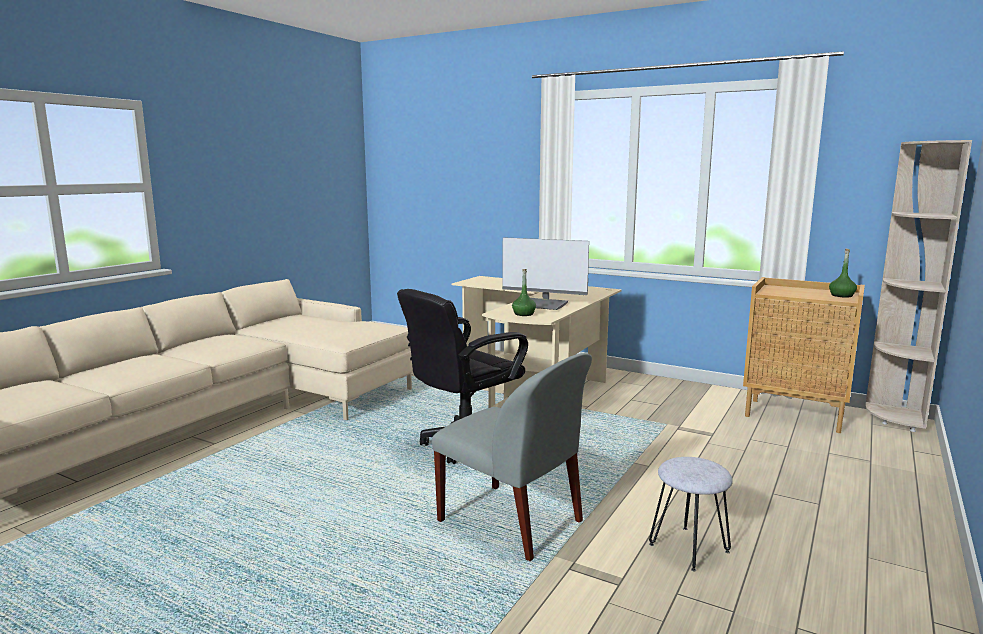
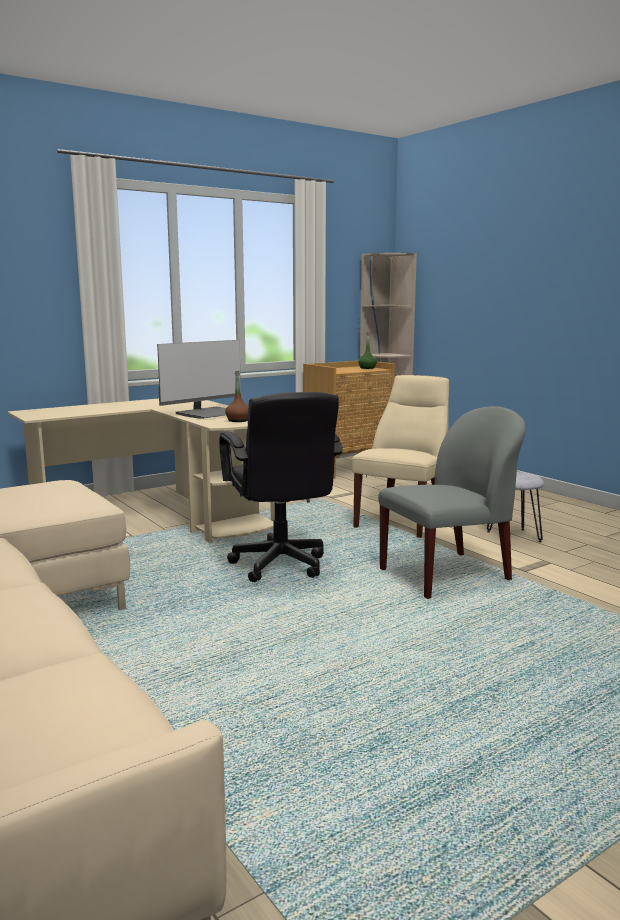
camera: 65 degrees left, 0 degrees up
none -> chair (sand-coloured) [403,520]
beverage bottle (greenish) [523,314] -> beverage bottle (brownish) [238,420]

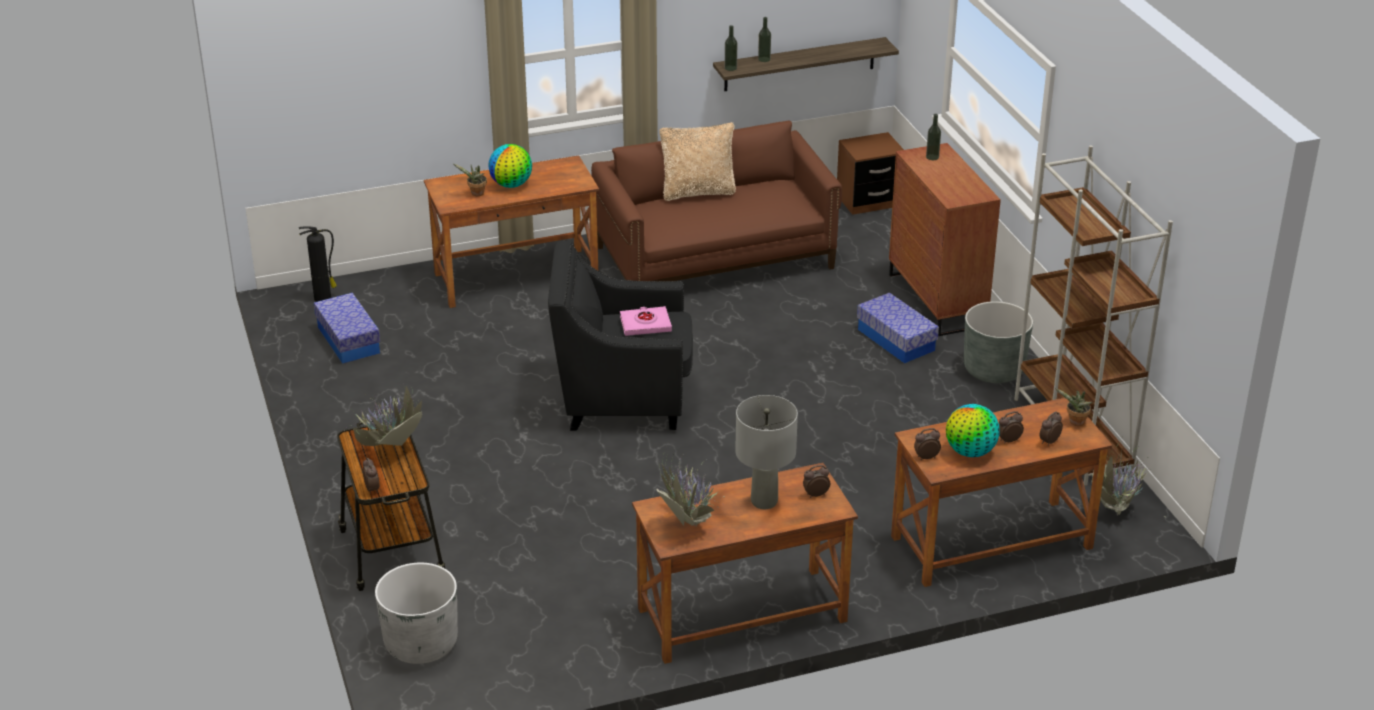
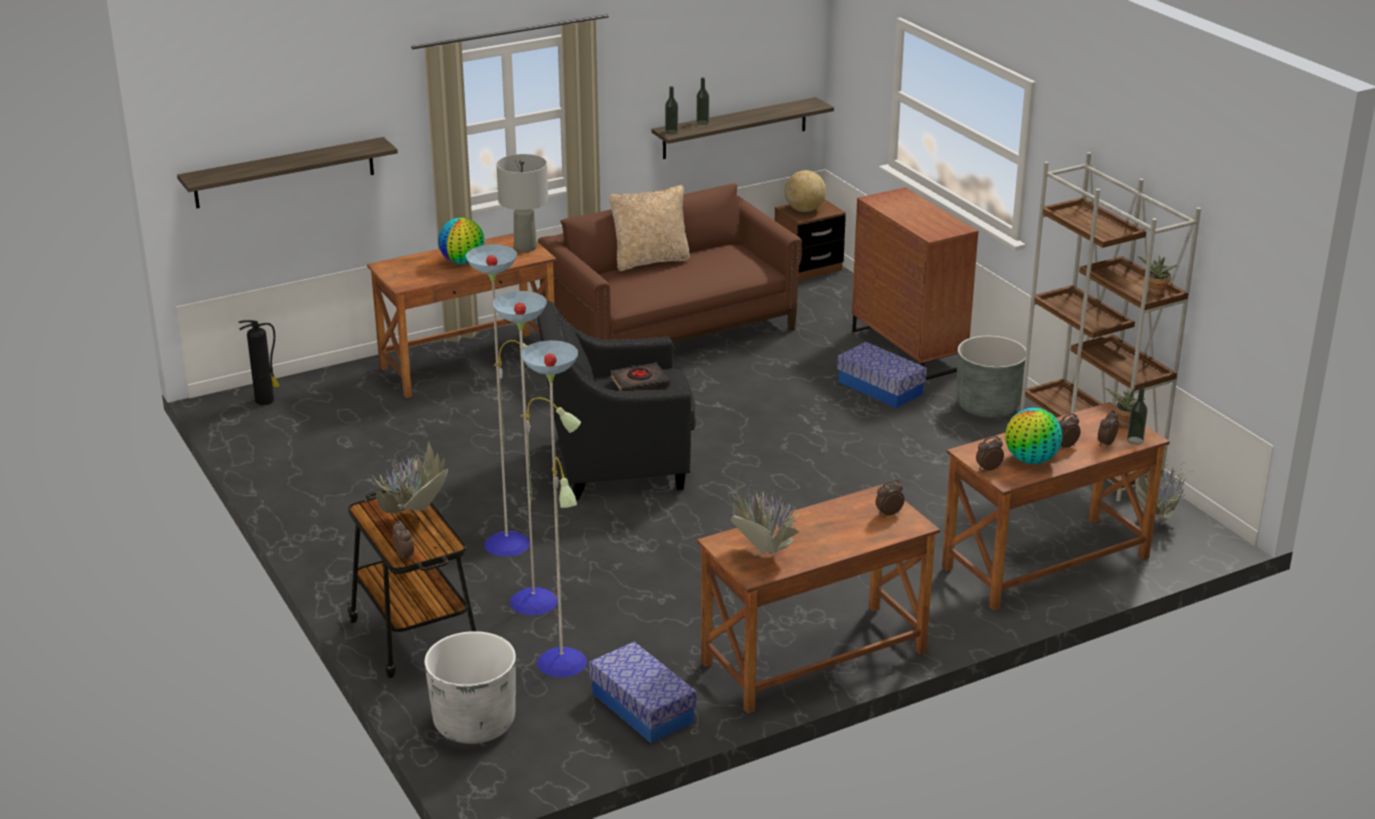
camera: 10 degrees left, 5 degrees down
none -> bracket shelf [284,173]
none -> floor lamp [537,601]
none -> desk globe [804,210]
storage box [348,340] -> storage box [642,707], relocated
plant in a pot [476,194] -> plant in a pot [1155,293], relocated
table lamp (greyish) [764,501] -> table lamp (greyish) [525,247], relocated
beverage bottle [932,157] -> beverage bottle [1135,440], relocated
bound book (pink-coloured) [645,325] -> bound book (black) [639,382]

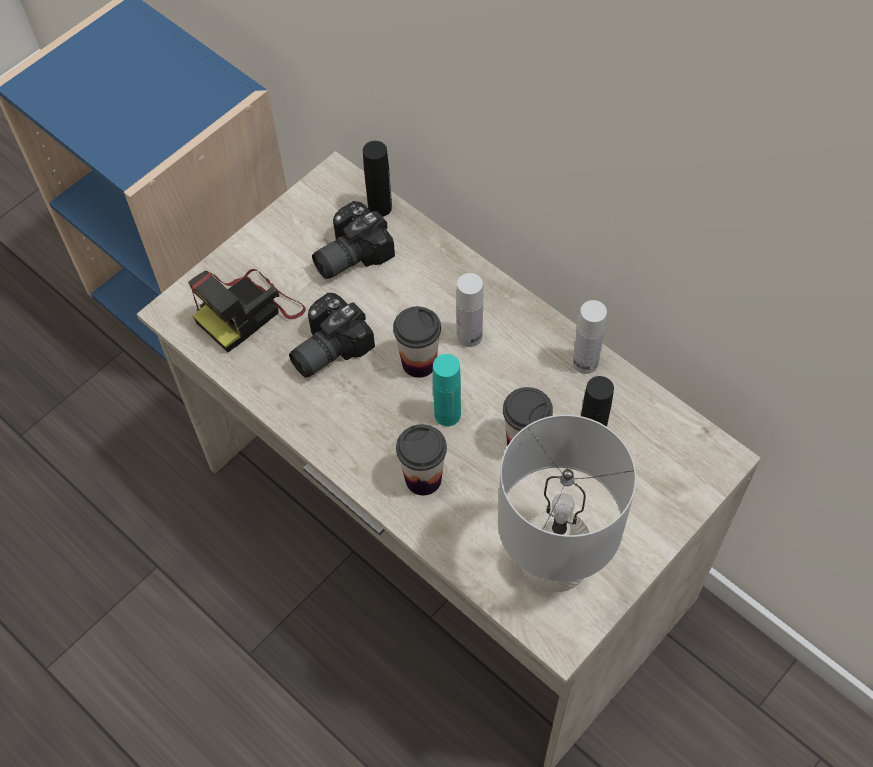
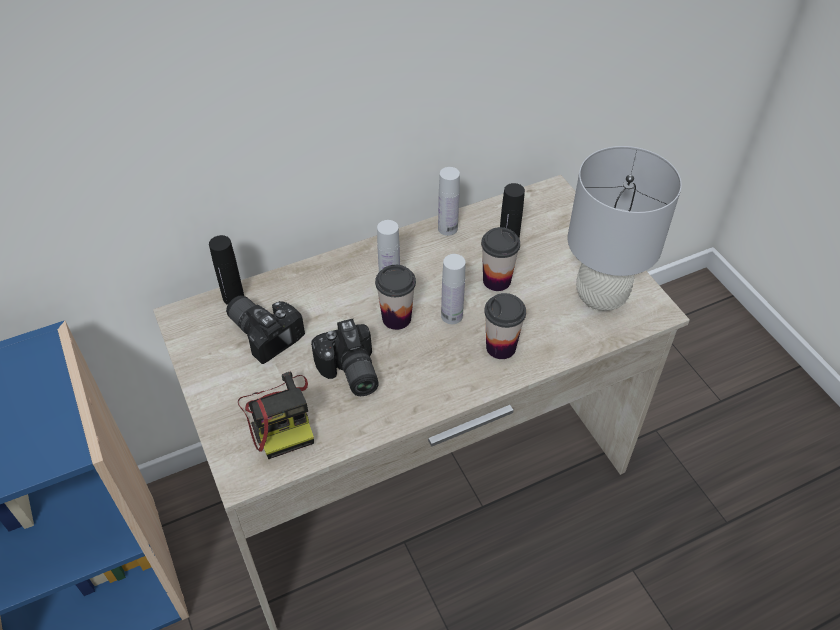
camera: 70 degrees left, 10 degrees down
beverage bottle (turquoise) [447,414] -> beverage bottle (white-coloured) [452,316]
still camera [348,254] -> still camera [265,331], 150 degrees clockwise

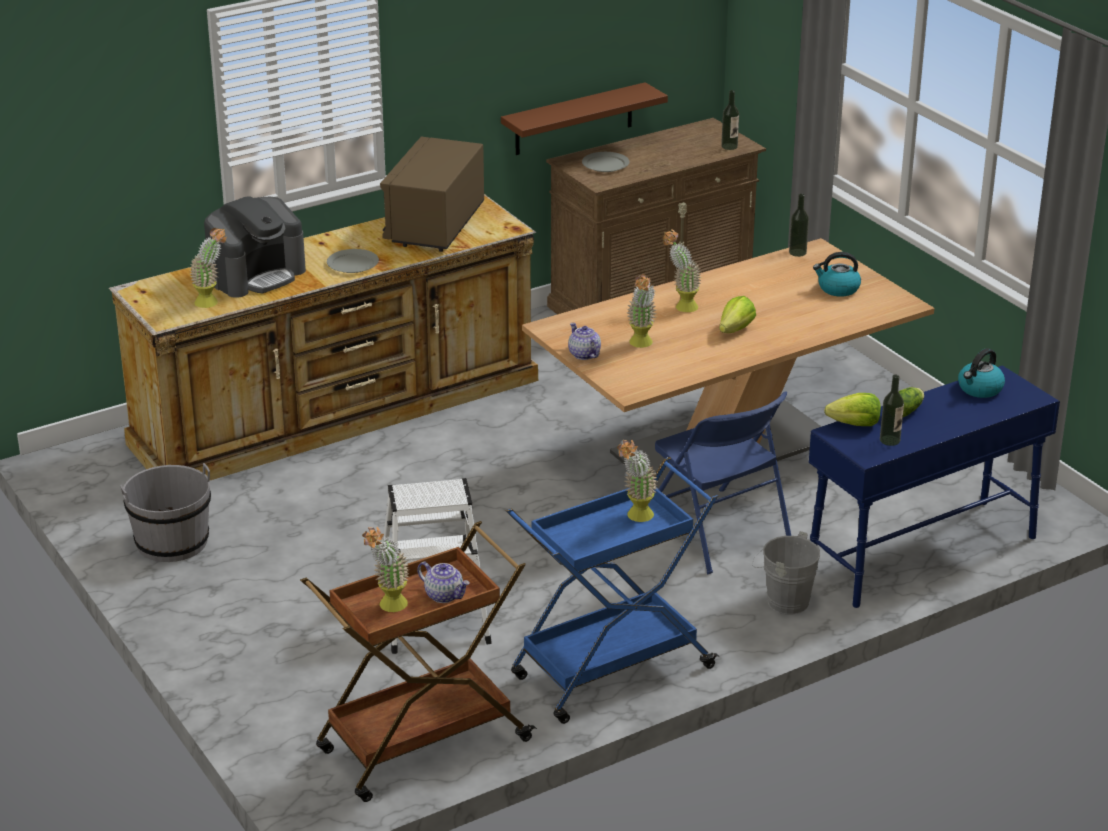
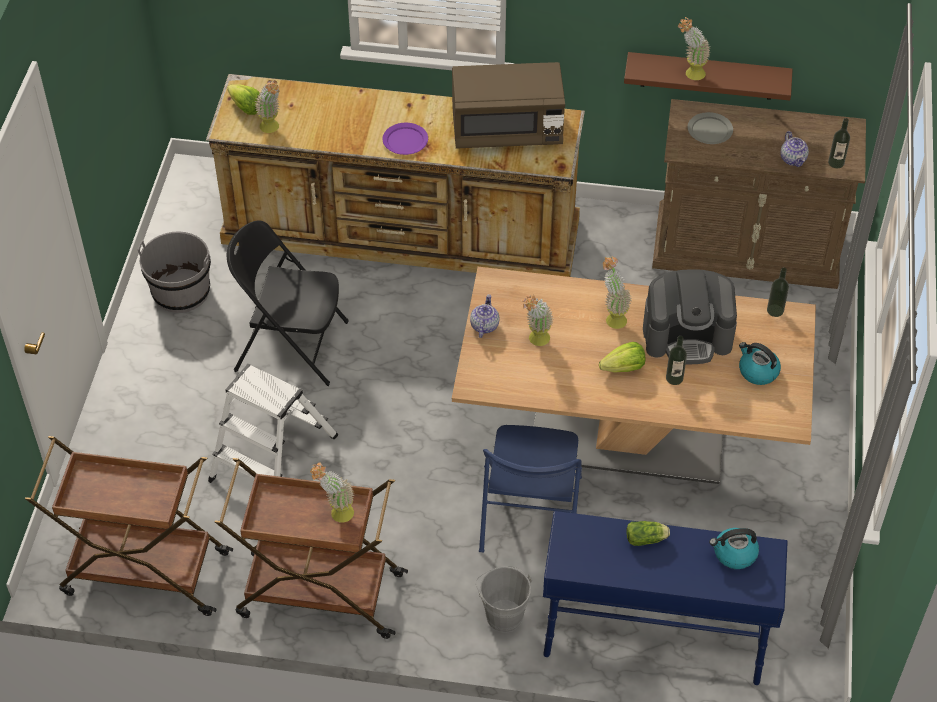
camera: 40 degrees right, 20 degrees up
none -> chair (black) [292,345]
coffee machine [256,275] -> coffee machine [687,335], relocated
plant in a pot [388,607] -> plant in a pot [690,74], relocated
teapot [444,595] -> teapot [793,159], relocated
lettuce [855,424] -> lettuce [246,108], relocated
beverage bottle [889,440] -> beverage bottle [674,378], relocated
plate (greyish) [352,264] -> plate (purple) [405,140]
wheeled cart (blue-coloured) [611,672] -> wheeled cart (brownish) [320,595]
microwave (brownish) [435,225] -> microwave (brownish) [507,130], 150 degrees counterclockwise

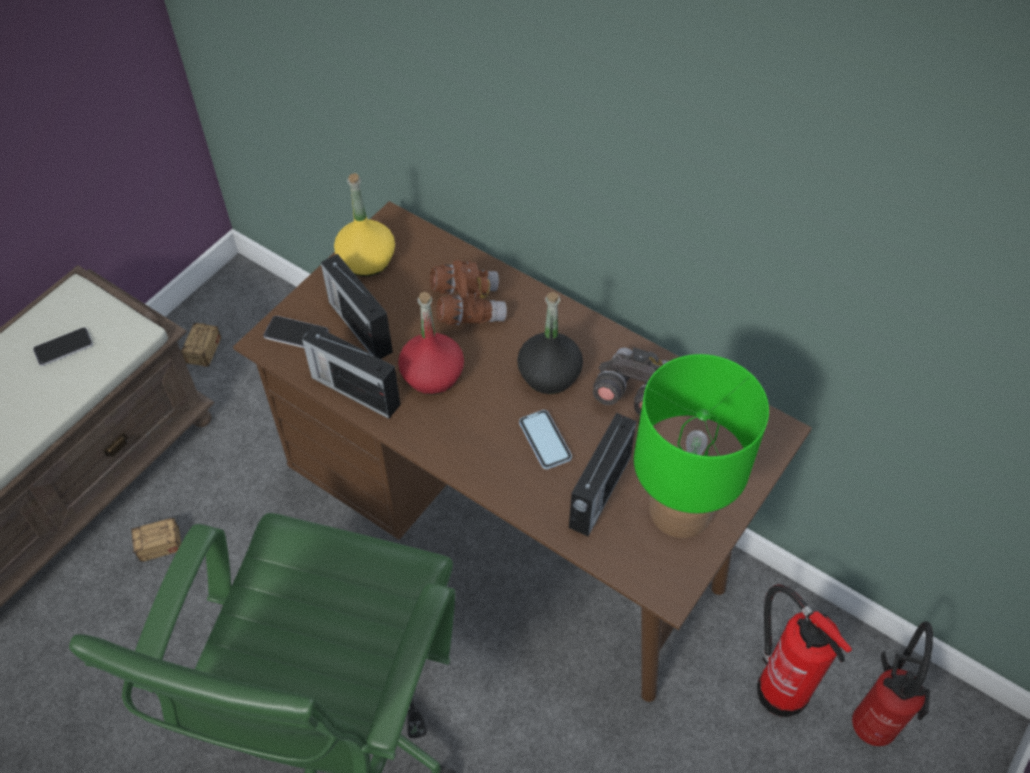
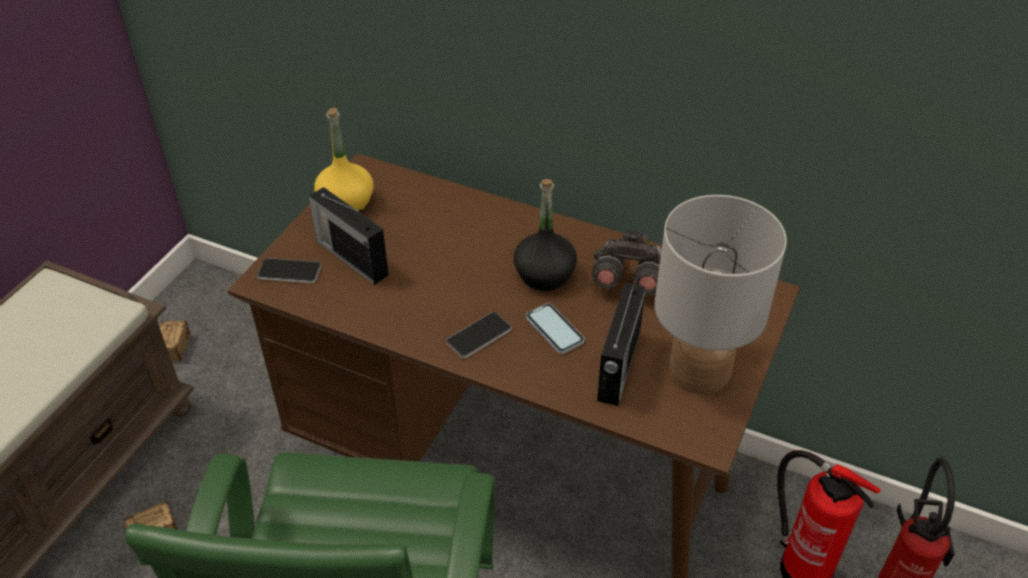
camera: 10 degrees left, 10 degrees down
radio set [354,390] -> none
beverage bottle (red) [433,375] -> none
binoculars (brownish) [467,306] -> none
telephone [63,347] -> telephone [479,336], relocated
table lamp (greenish) [679,511] -> table lamp (greyish) [698,371]

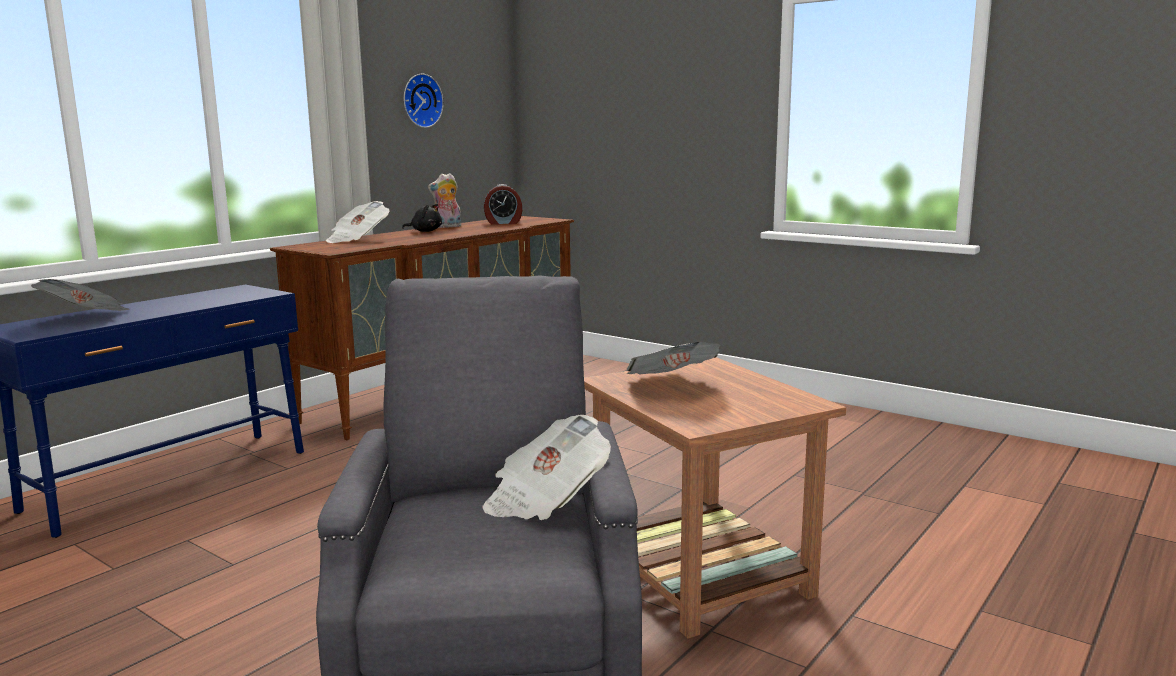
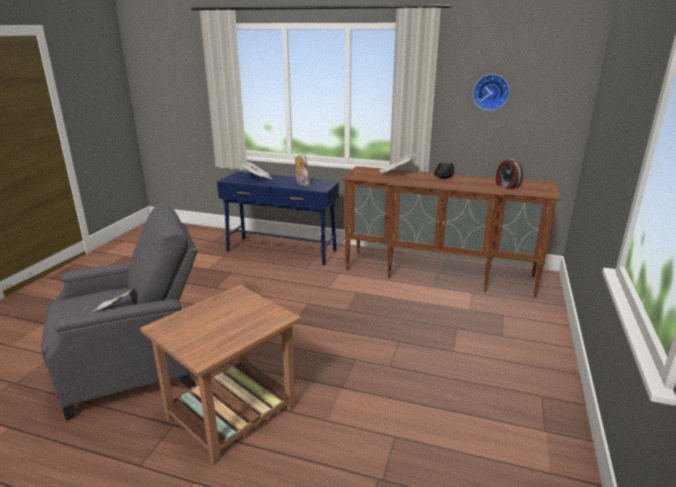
camera: 70 degrees right, 10 degrees up
daily paper [671,385] -> none
soft toy [447,227] -> soft toy [301,184], relocated

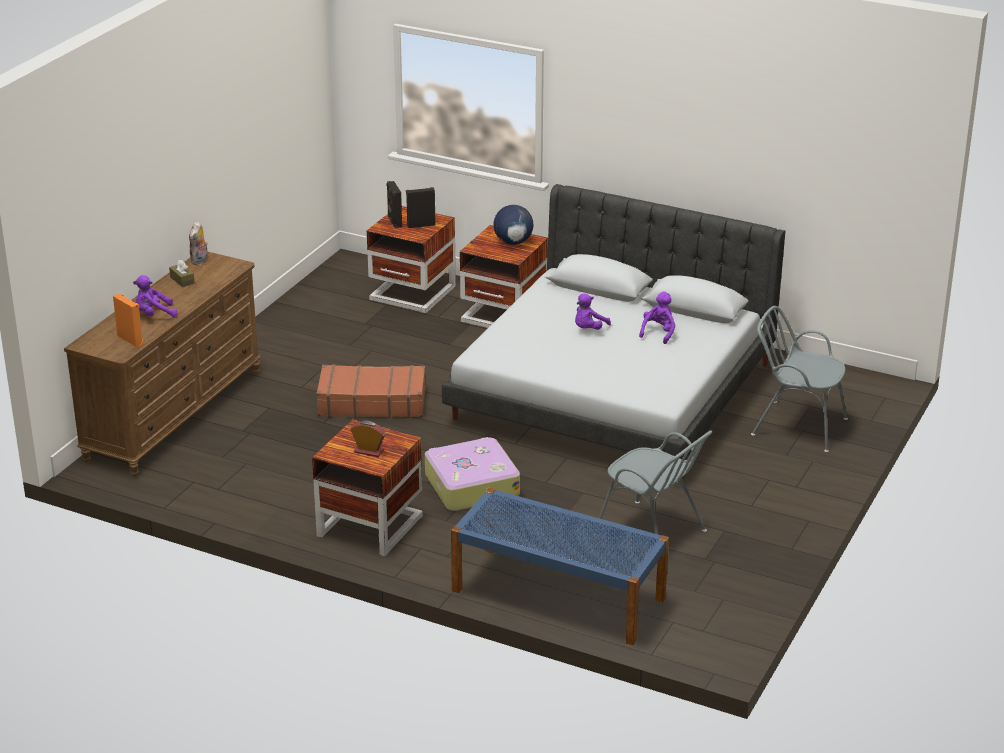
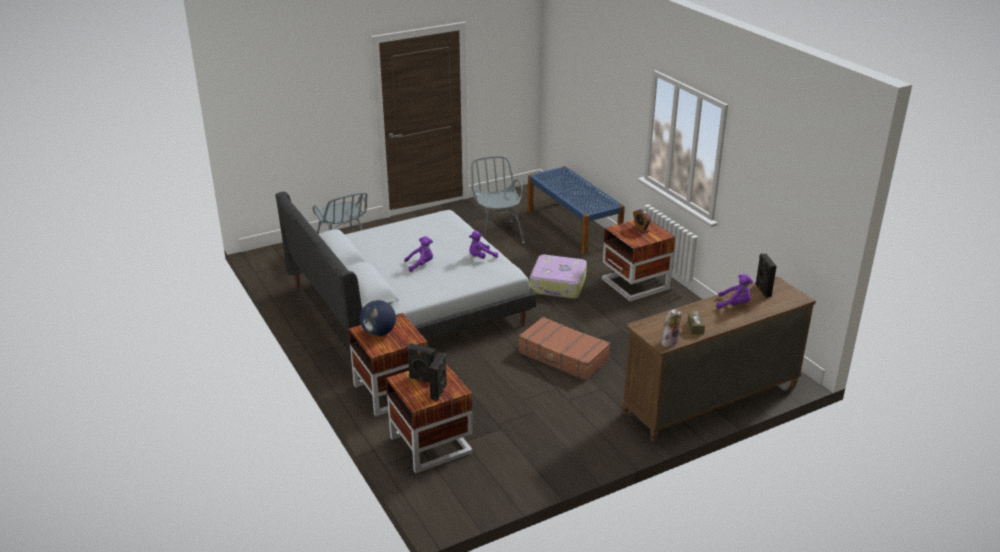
camera: 145 degrees left, 0 degrees up
soft toy (purple) [658,333] -> soft toy (purple) [481,257], relocated
loudspeaker (orange-coloured) [131,339] -> loudspeaker (black) [762,290]

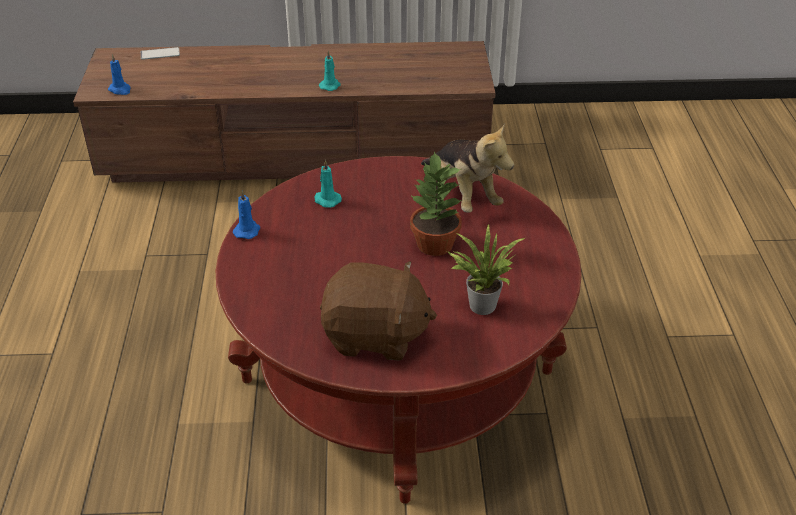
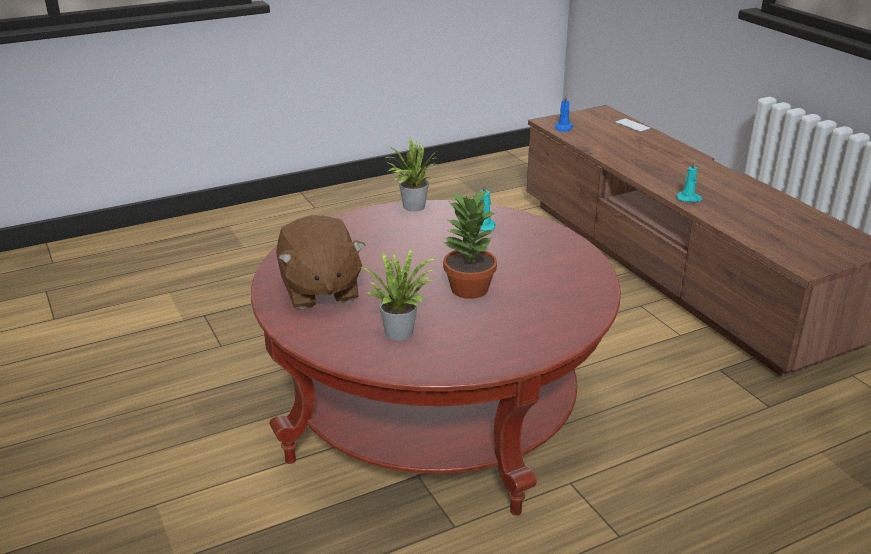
camera: 65 degrees right, 10 degrees down
soft toy [461,196] -> none
wax candle (blue-coloured) [247,230] -> plant in a pot [411,207]

